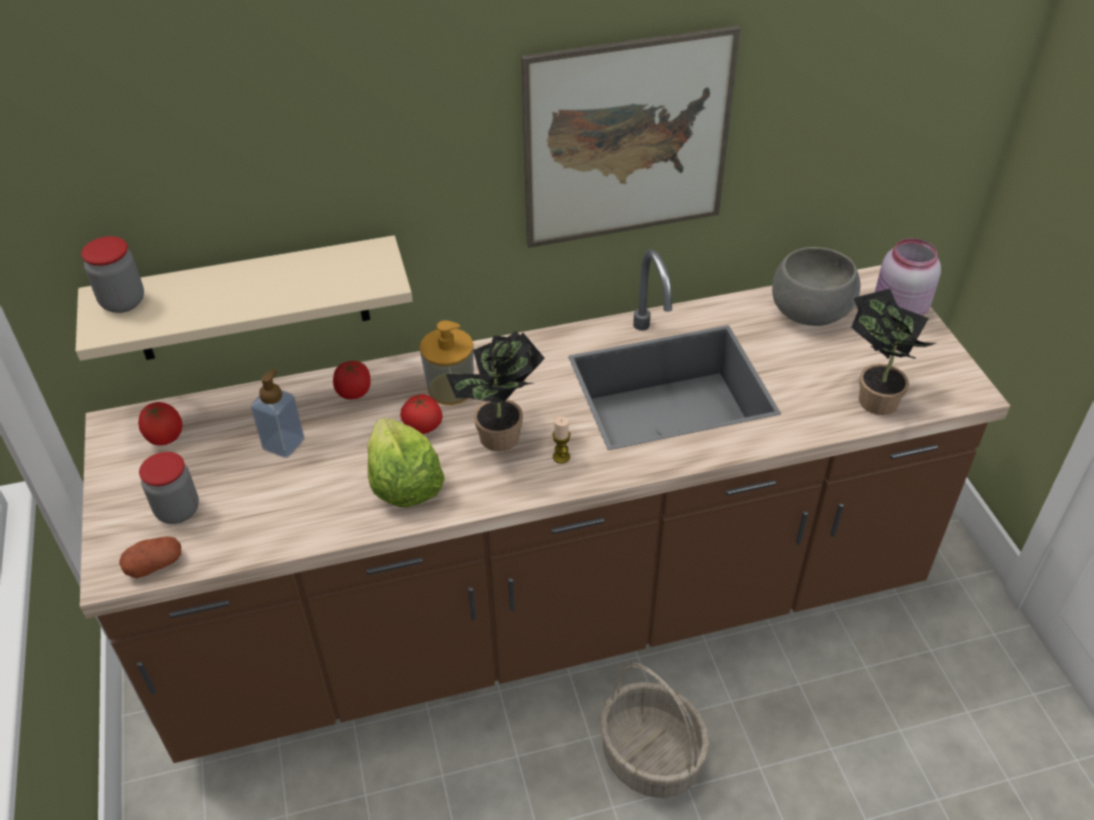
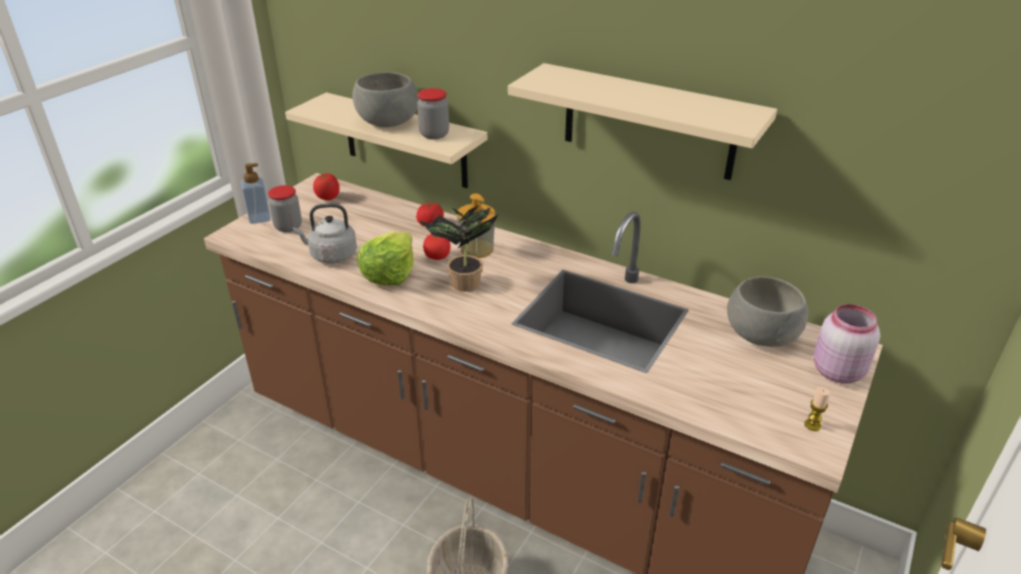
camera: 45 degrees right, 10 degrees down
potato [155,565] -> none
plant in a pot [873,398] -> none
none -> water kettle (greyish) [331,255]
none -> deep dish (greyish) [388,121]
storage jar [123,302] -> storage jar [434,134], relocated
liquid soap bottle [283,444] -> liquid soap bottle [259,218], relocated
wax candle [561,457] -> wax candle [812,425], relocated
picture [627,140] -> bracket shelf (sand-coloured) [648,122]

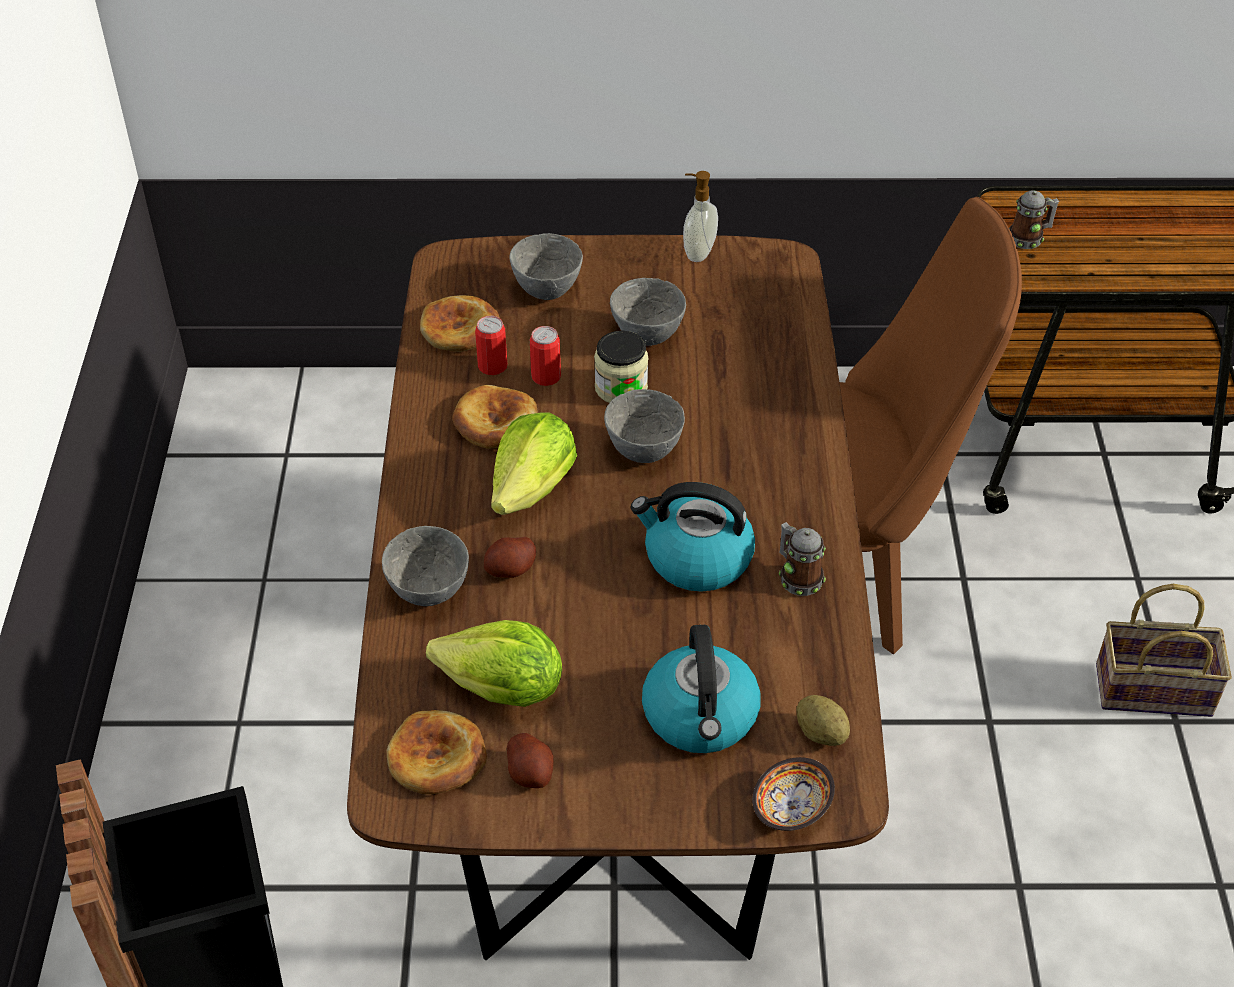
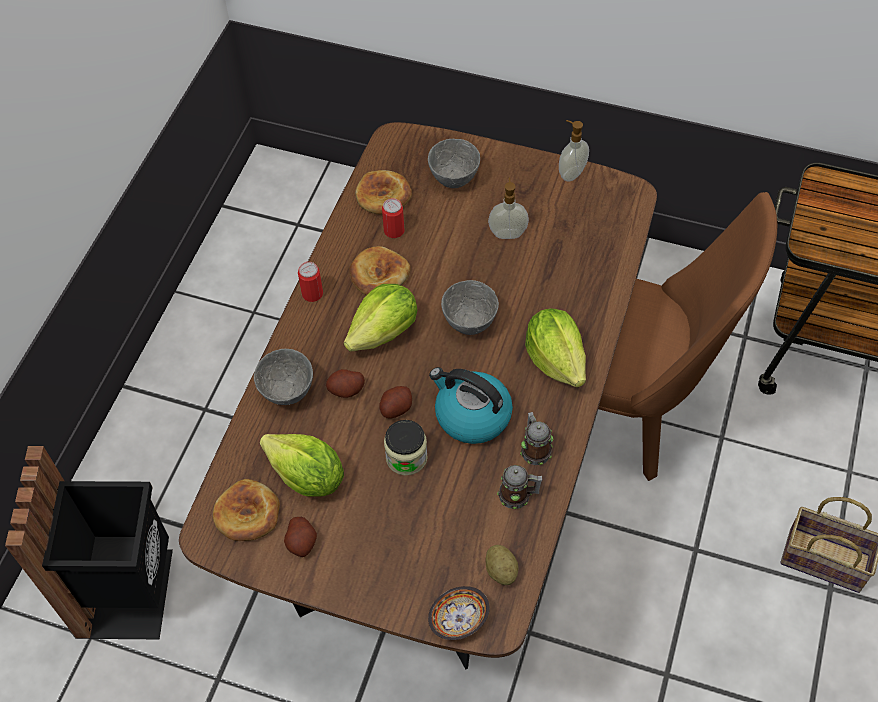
camera: 20 degrees right, 10 degrees up
water kettle [701,716] -> none
none -> potato [396,408]
none -> lettuce [555,359]
metal can [546,376] -> metal can [312,293], relocated
storage jar [621,388] -> storage jar [406,457], relocated
tea mug [1029,238] -> tea mug [518,495], relocated
deep dish (greyish) [646,336] -> liquid soap bottle [507,233]

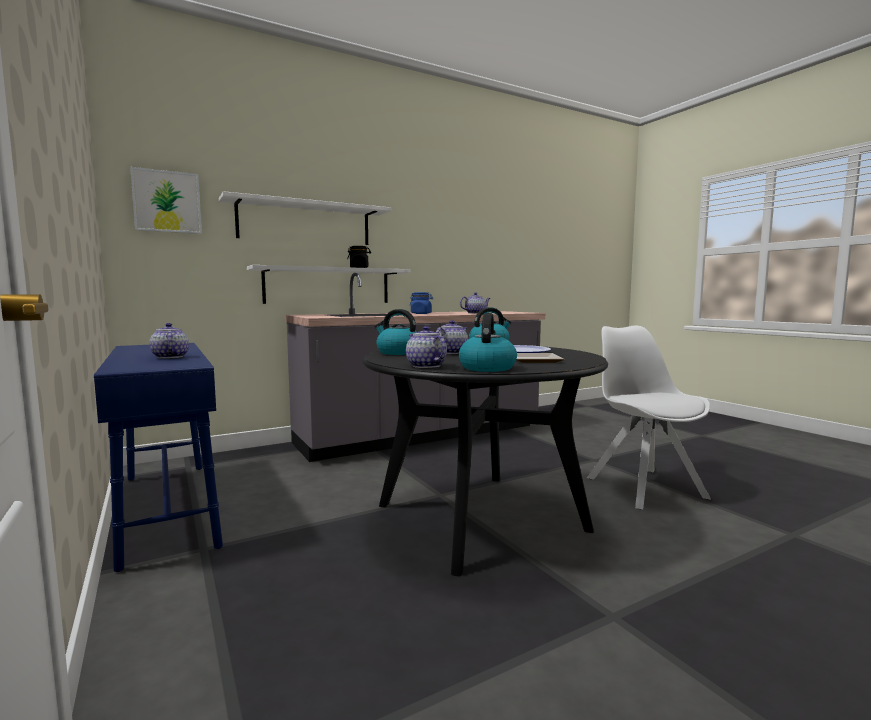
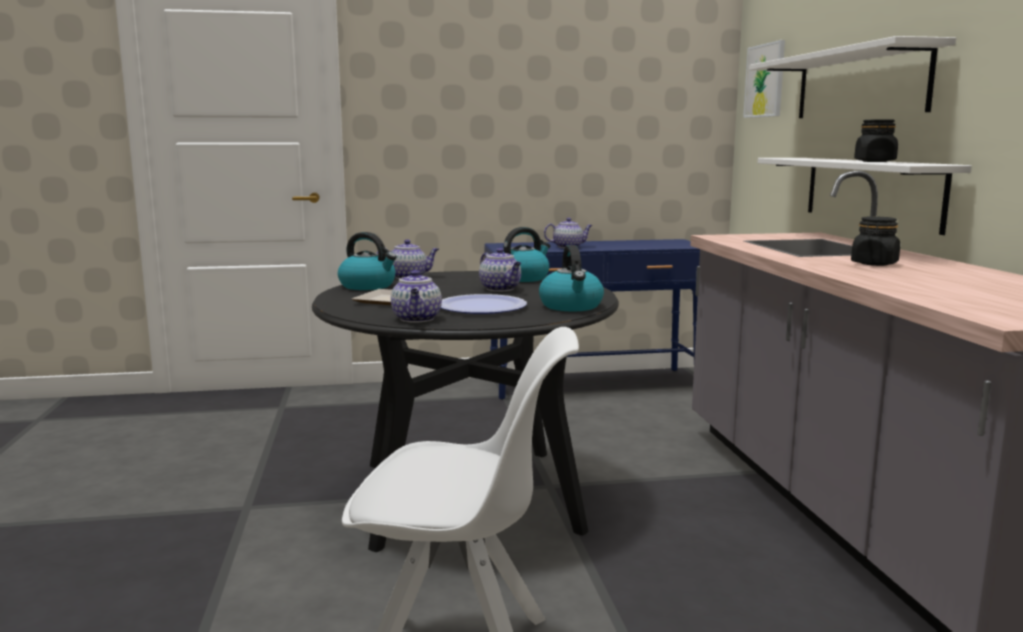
camera: 110 degrees right, 5 degrees up
teapot [475,313] -> teapot [417,319], relocated
storage jar (blue-coloured) [421,313] -> storage jar (black) [874,264]

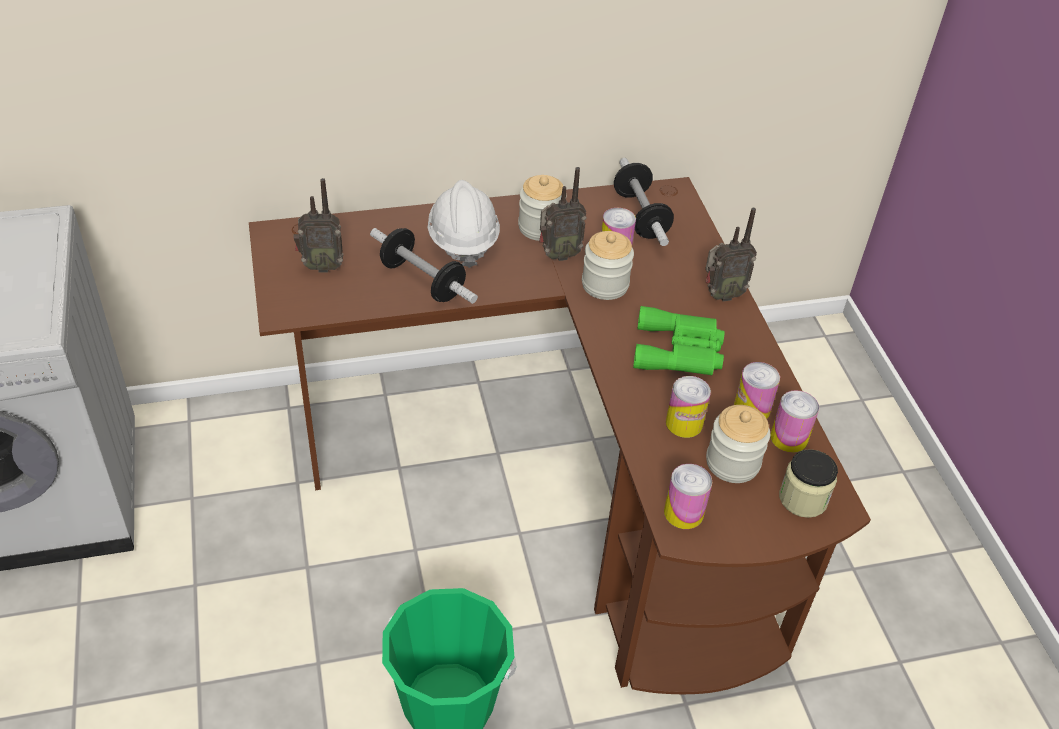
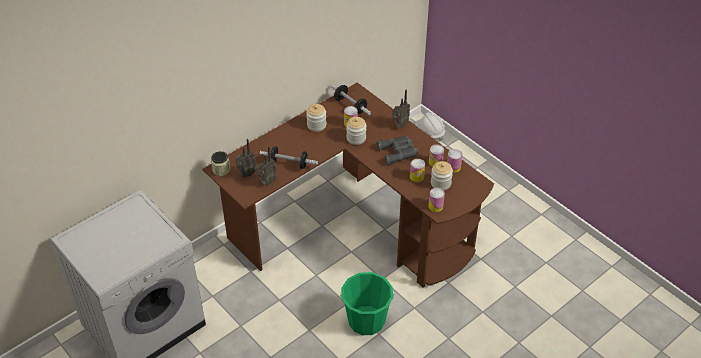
camera: 25 degrees left, 0 degrees up
work helmet (white-coloured) [462,240] -> work helmet (white-coloured) [430,132], relocated
radio set [558,255] -> radio set [266,182], relocated
storage jar [803,499] -> storage jar [221,170], relocated
binoculars (greenish) [680,351] -> binoculars (greyish) [399,152]

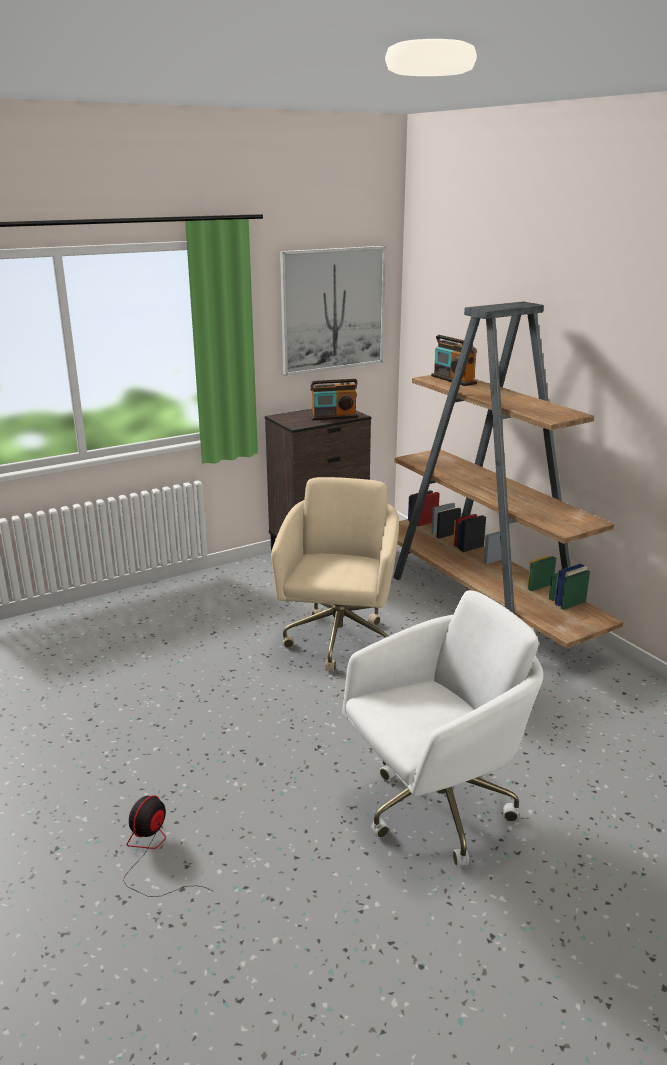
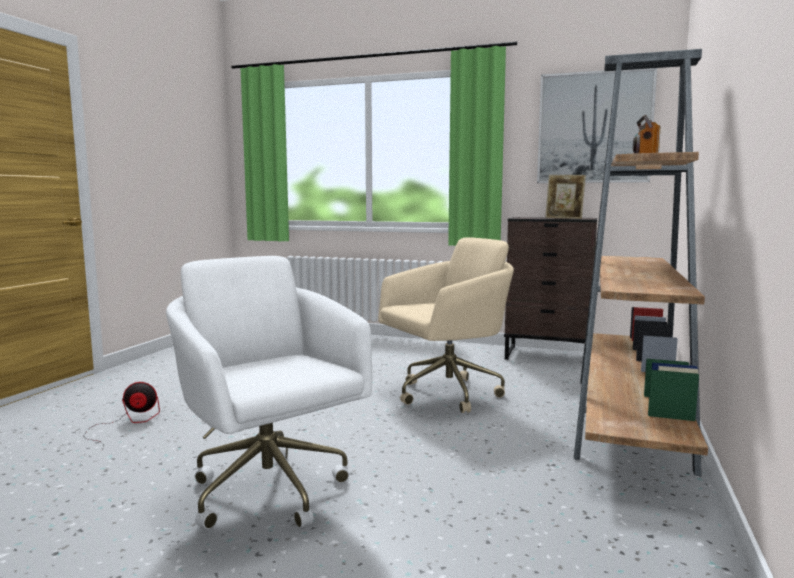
camera: 50 degrees right, 15 degrees down
radio set [333,417] -> standing frame [564,218]
office chair (white-coloured) [433,813] -> office chair (white-coloured) [272,495], 150 degrees counterclockwise

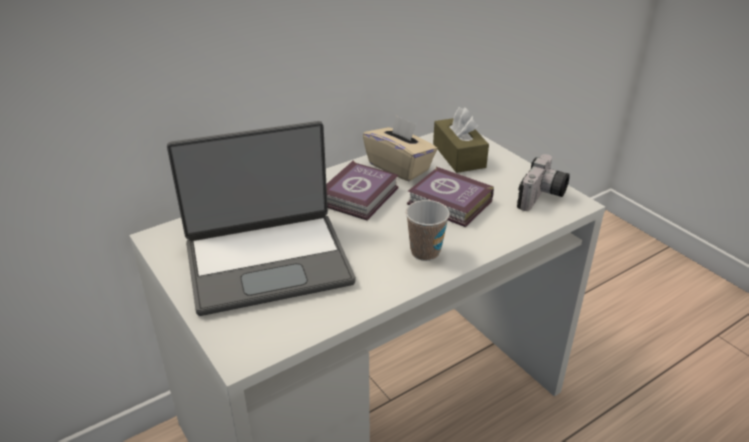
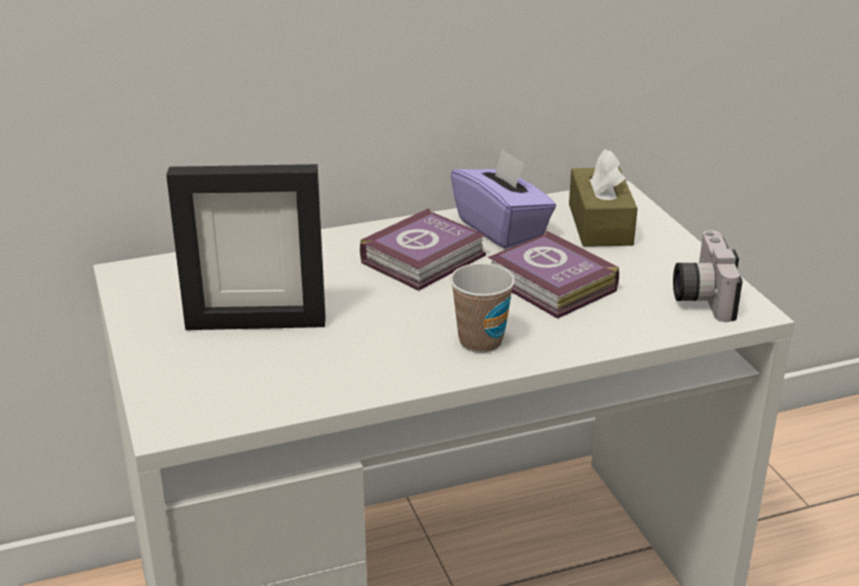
camera: 15 degrees right, 5 degrees down
notebook computer [268,262] -> standing frame [256,322]
tissue holder (sand-coloured) [399,167] -> tissue holder (purple) [502,229]
still camera [543,197] -> still camera [699,296], 135 degrees clockwise

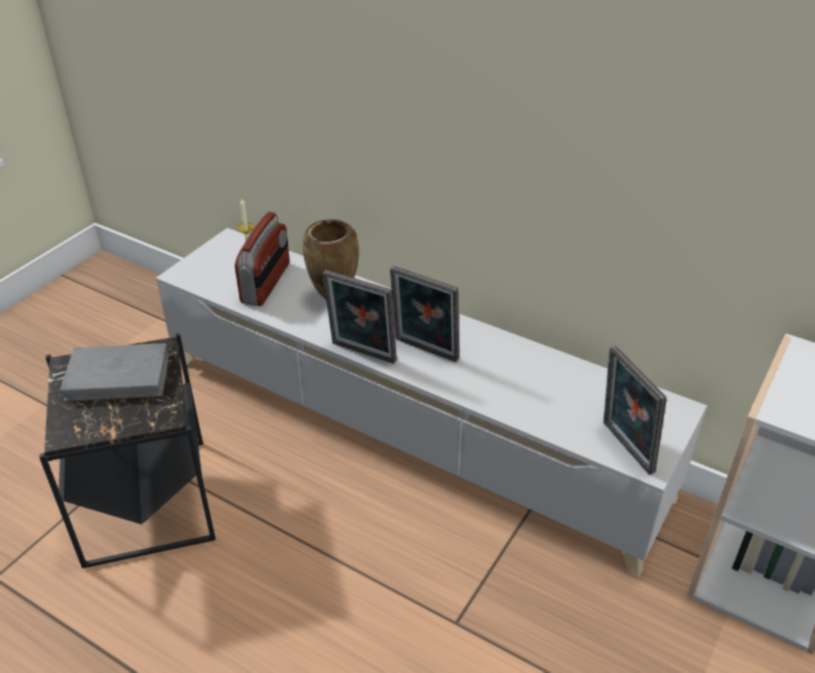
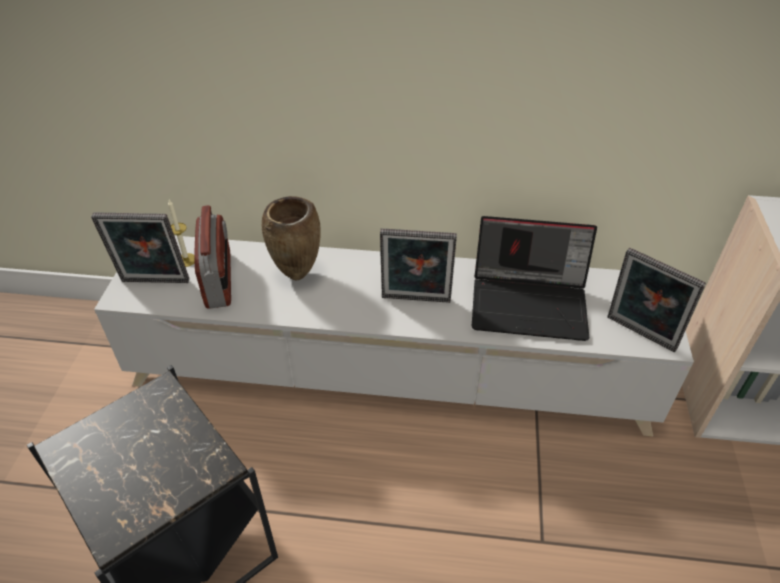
camera: 25 degrees left, 5 degrees up
bound book (greyish) [119,376] -> none
none -> notebook computer [530,303]
standing frame [362,354] -> standing frame [154,283], relocated

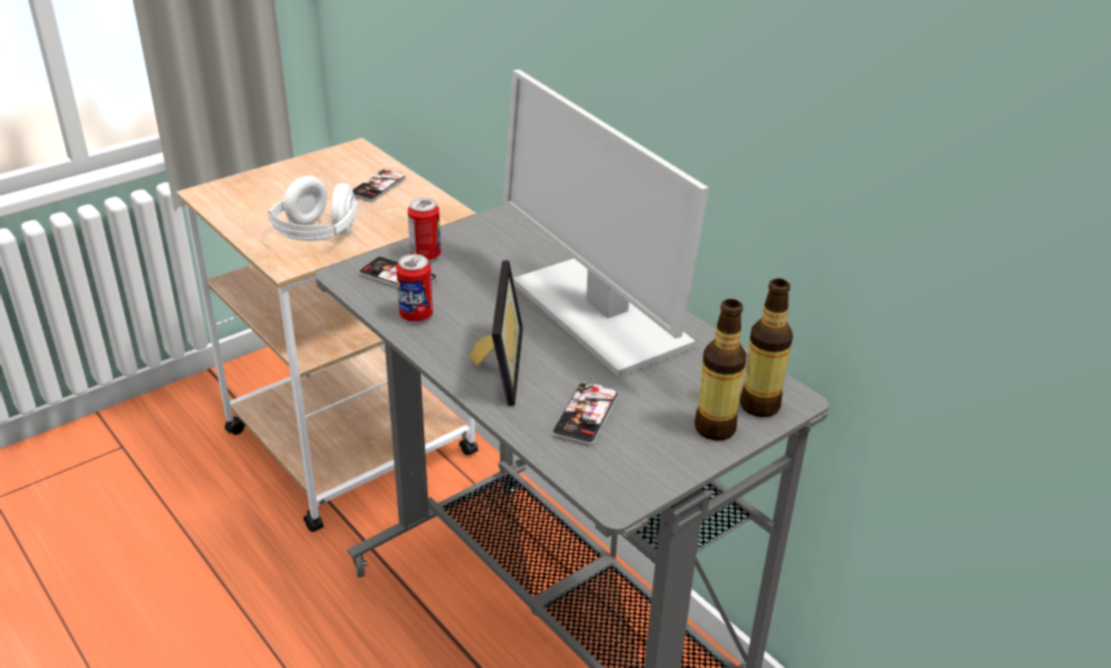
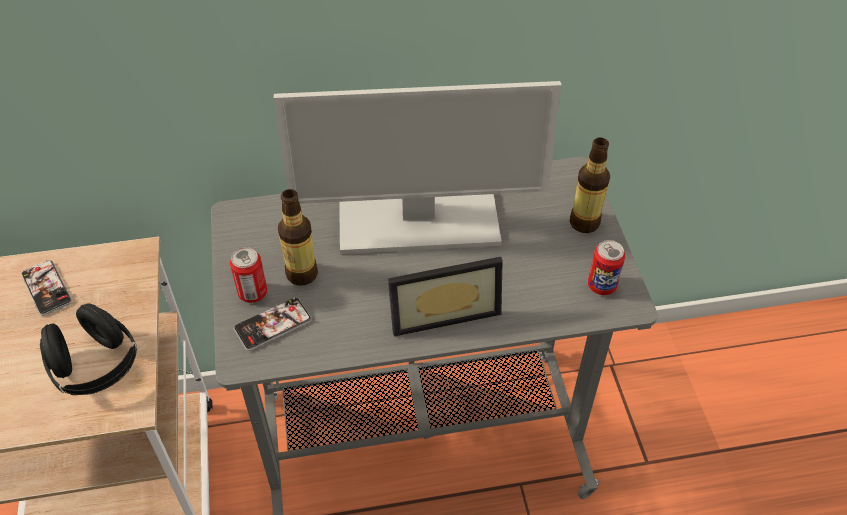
camera: 60 degrees left, 15 degrees up
telephone [585,415] -> none
metal can [416,315] -> metal can [601,286], relocated
beverage bottle [759,406] -> beverage bottle [302,274], relocated
headset (white-coloured) [316,235] -> headset (black) [96,367]
standing frame [494,365] -> standing frame [442,309], 135 degrees clockwise

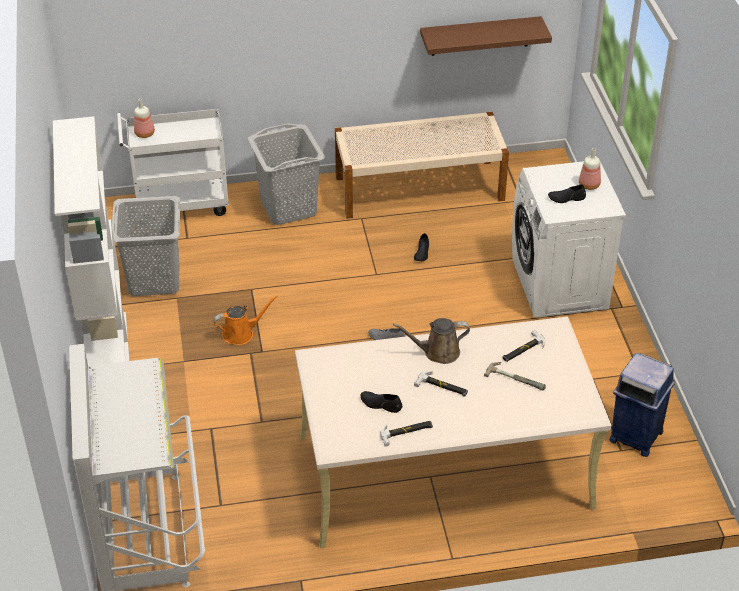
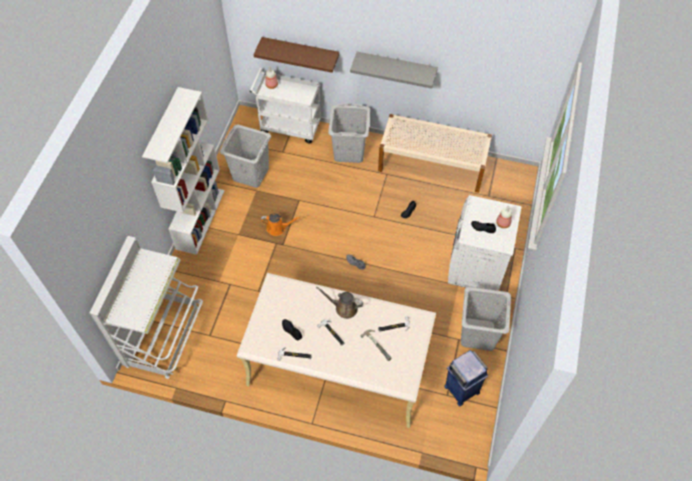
camera: 25 degrees right, 15 degrees up
none -> bracket shelf (greyish) [396,67]
none -> laundry basket (greyish) [478,334]
bracket shelf (brownish) [480,36] -> bracket shelf (brownish) [300,52], relocated

